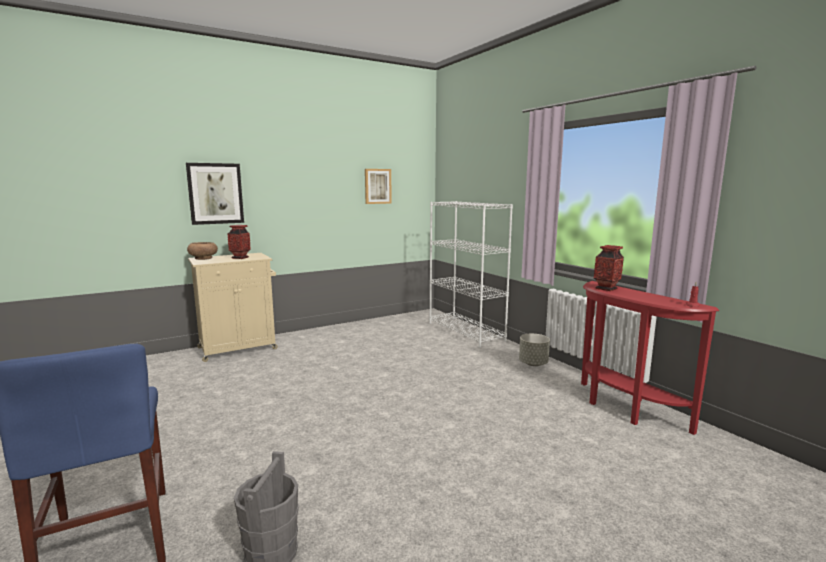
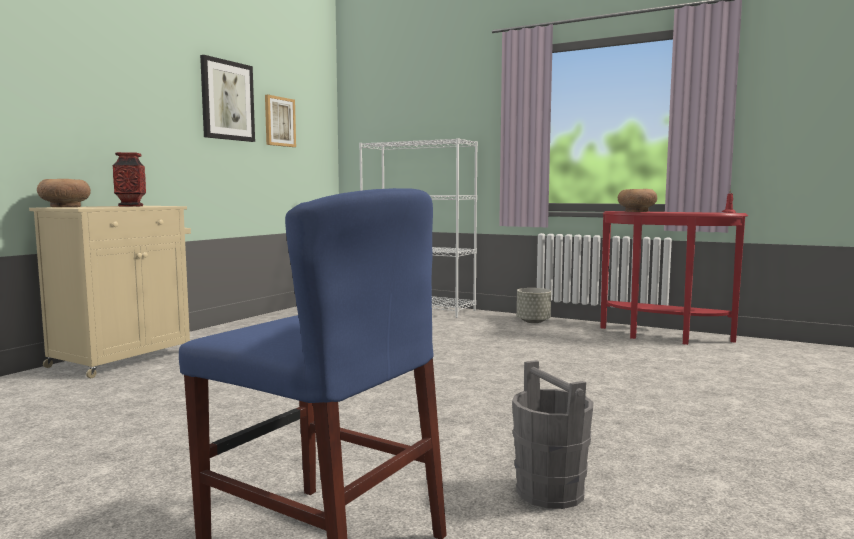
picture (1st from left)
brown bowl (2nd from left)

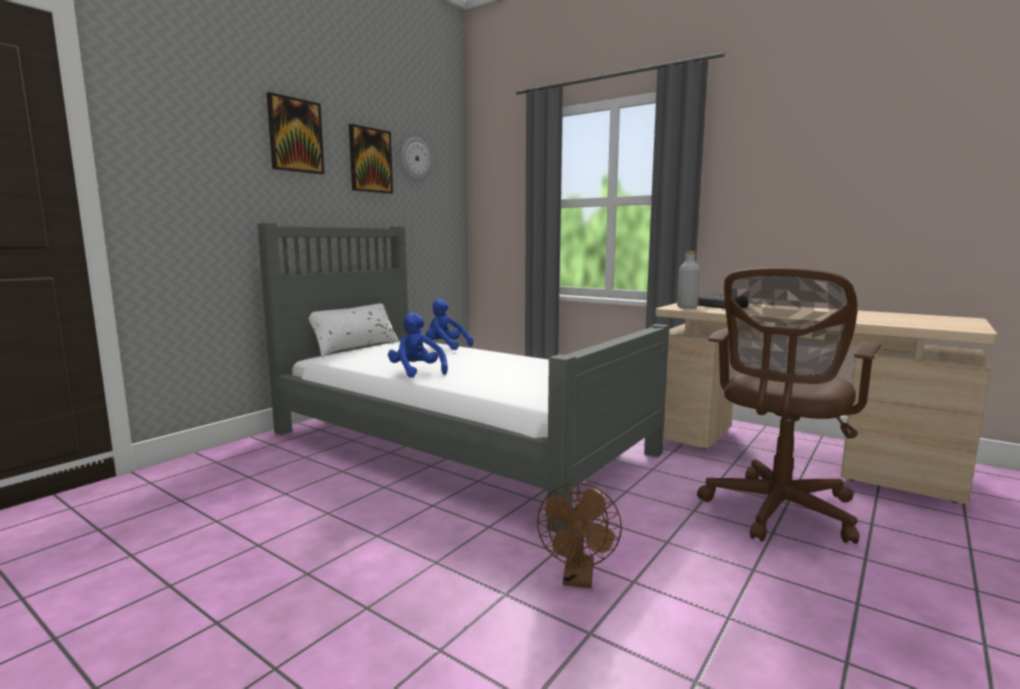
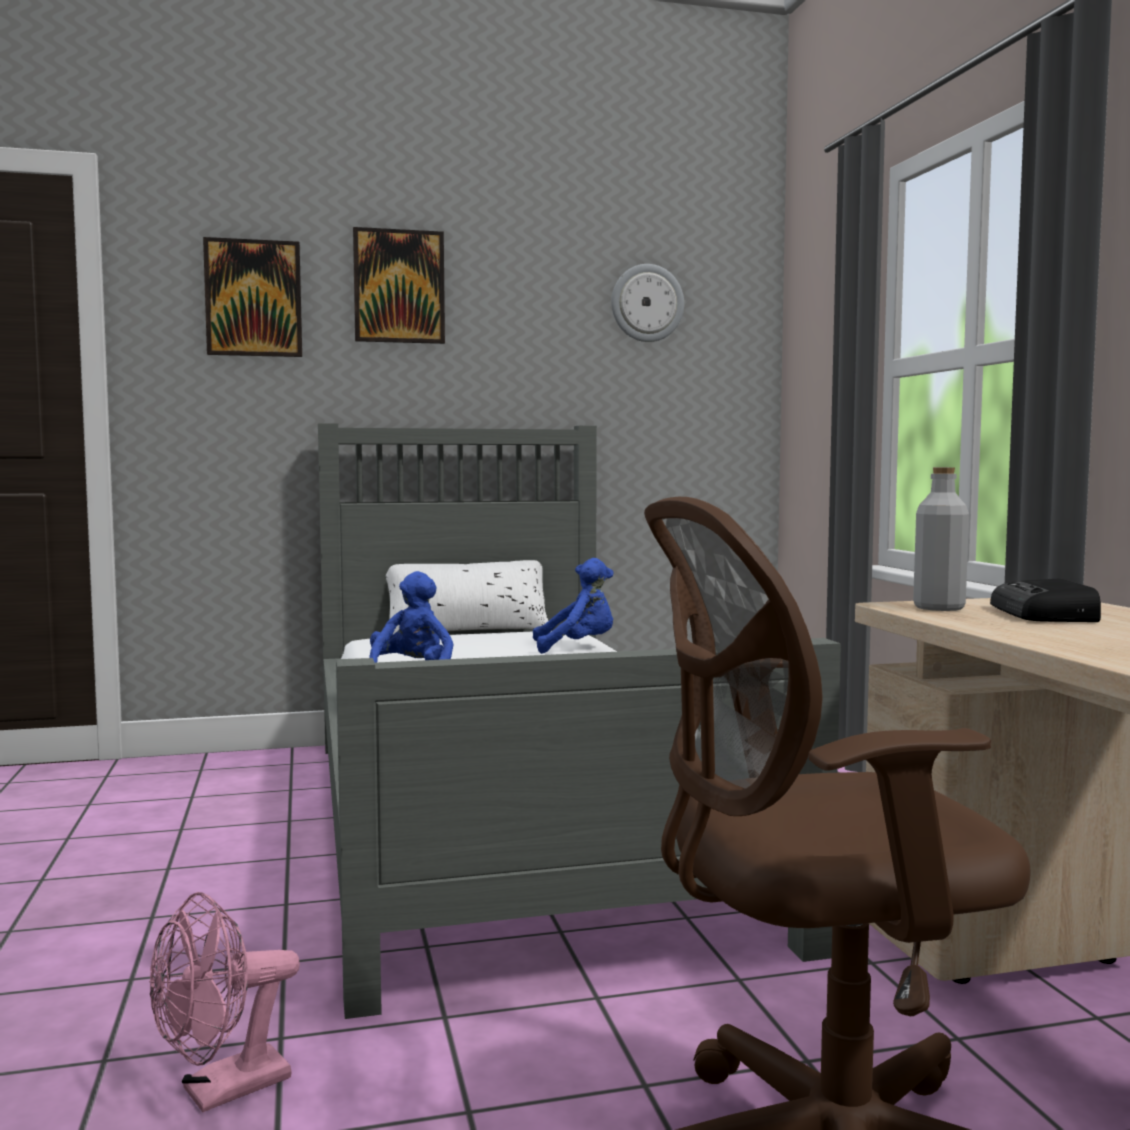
picture (1st from left)
blue cuddly toy (2nd from left)
pinkish cooling fan

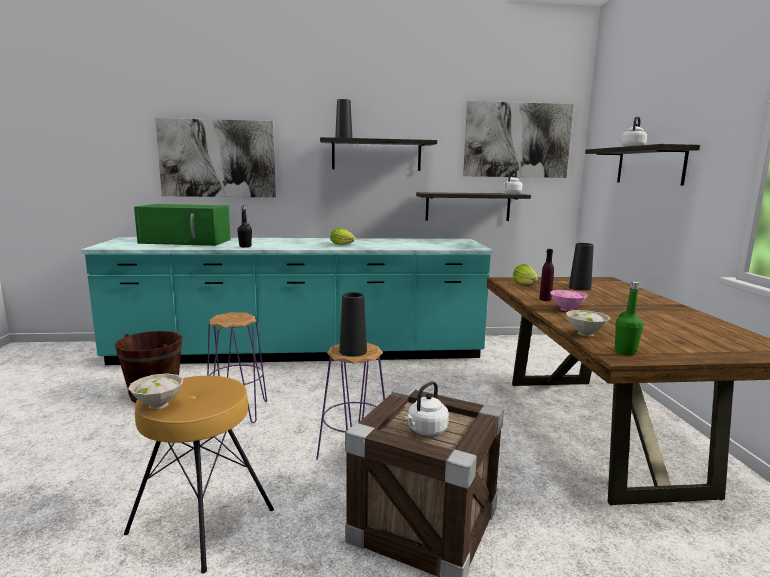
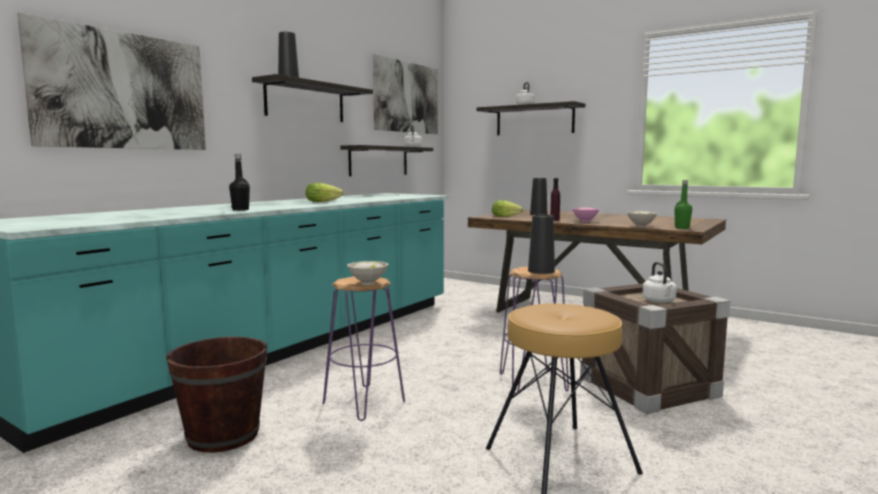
white bowl (1st from left)
green microwave oven

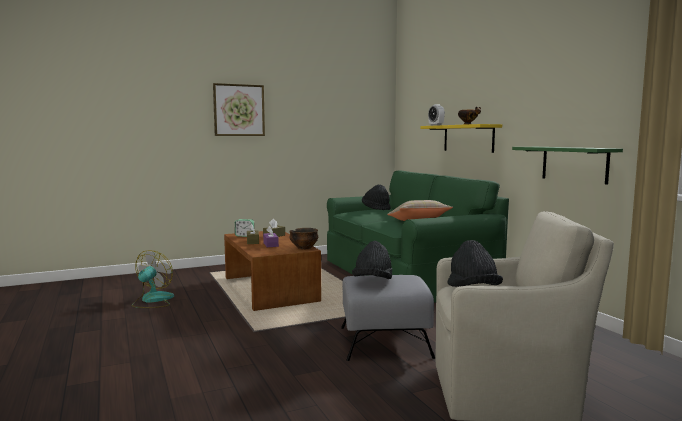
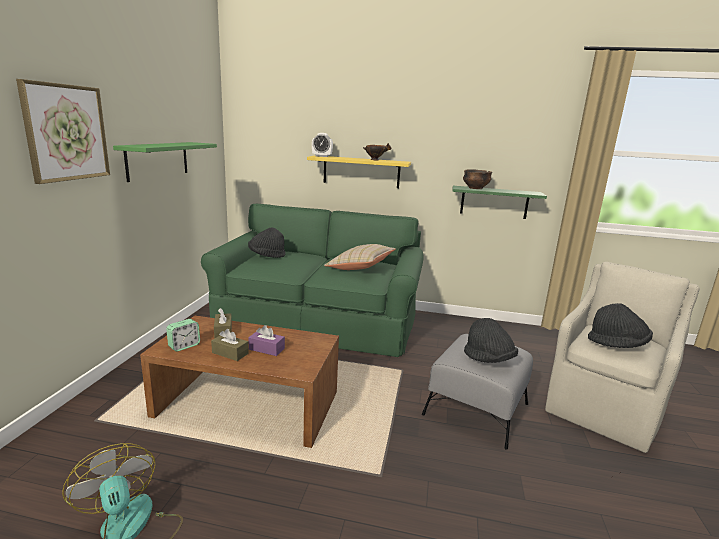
bowl (2nd from left)
green wall shelf (1st from left)

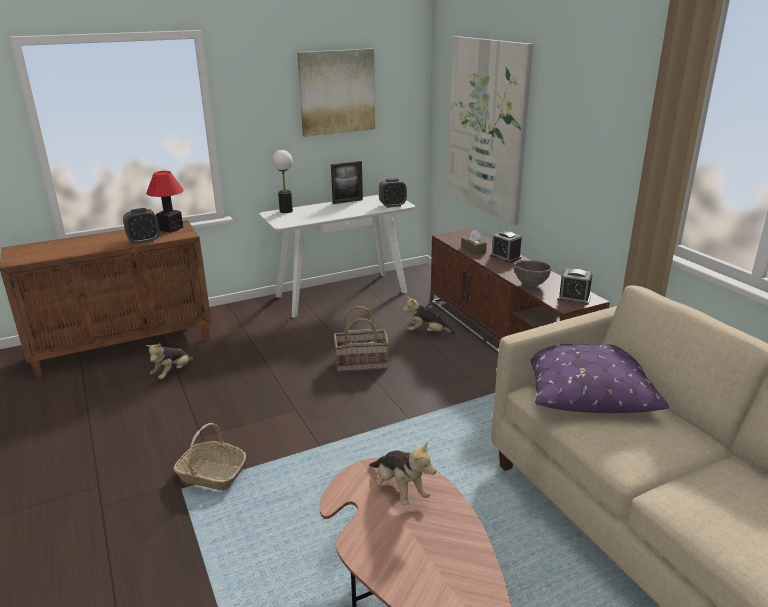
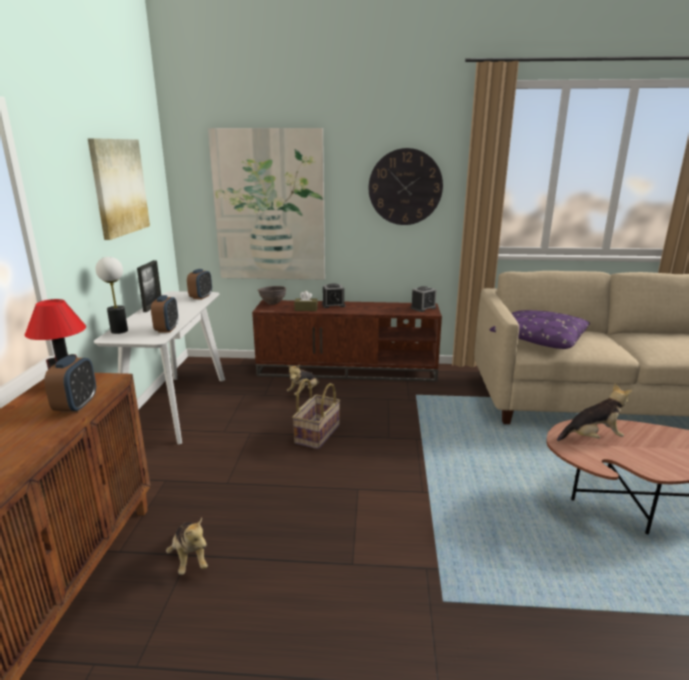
storage basket (1st from left in the first image)
brown bowl
alarm clock (2nd from left)
wall clock

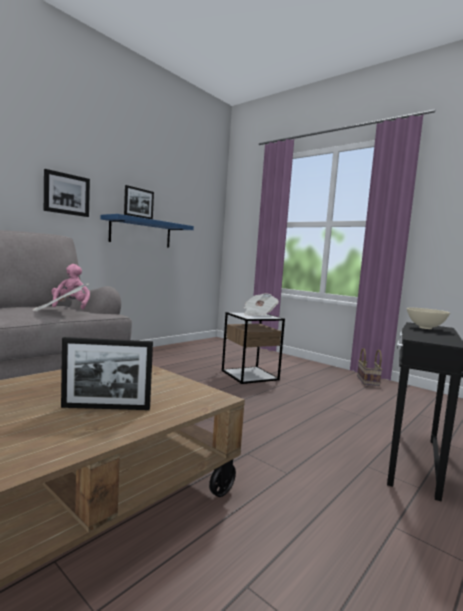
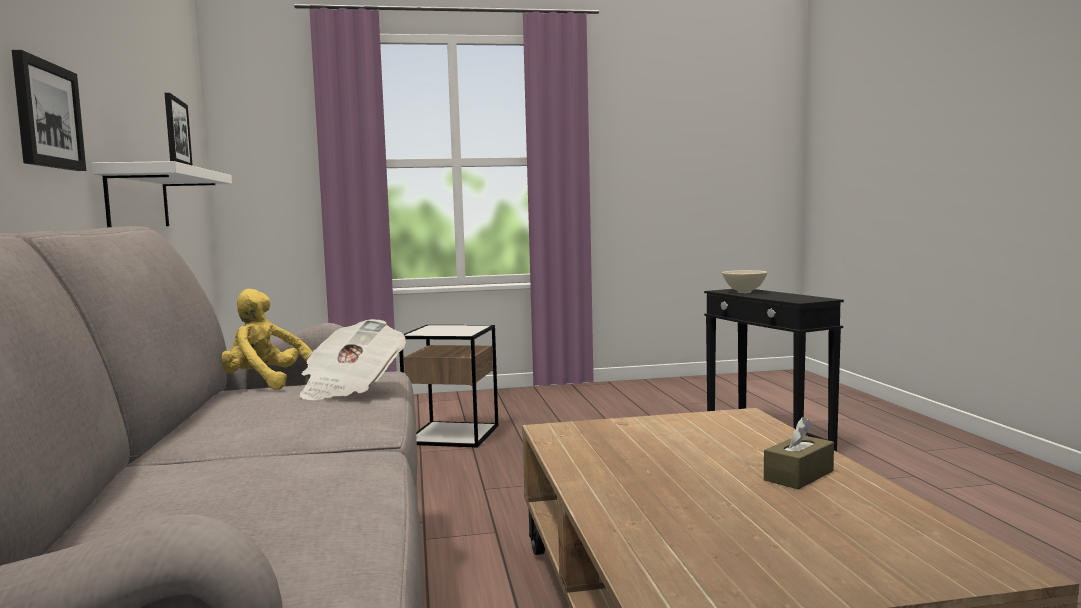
yellow cuddly toy
standing frame (1st from left in the first image)
white wall shelf
printed paper (2nd from left in the first image)
storage basket
brown tissue holder

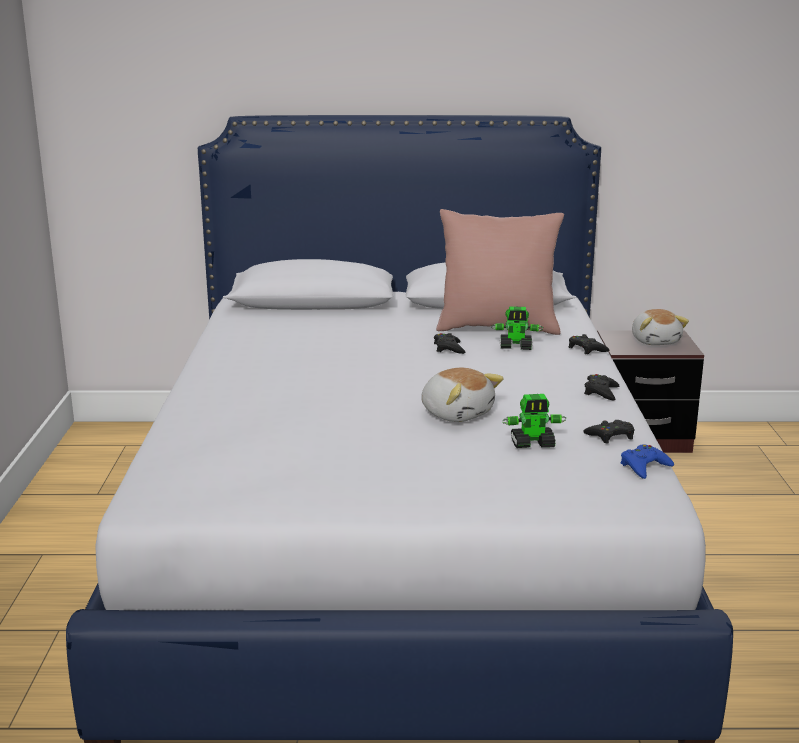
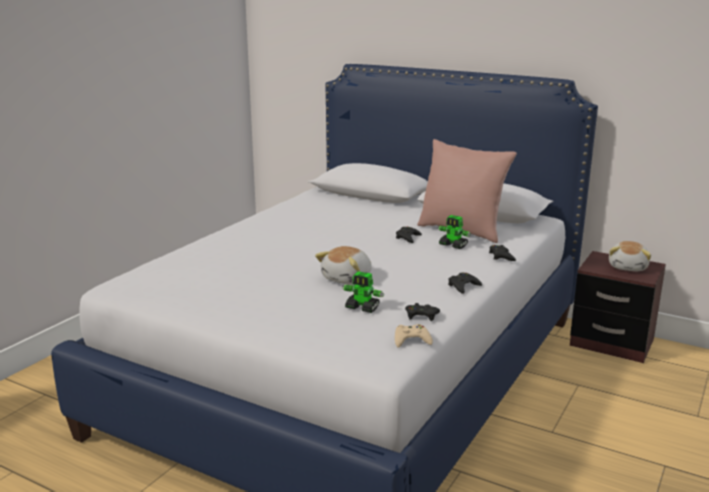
cuddly toy (1st from left)
sand-coloured game controller

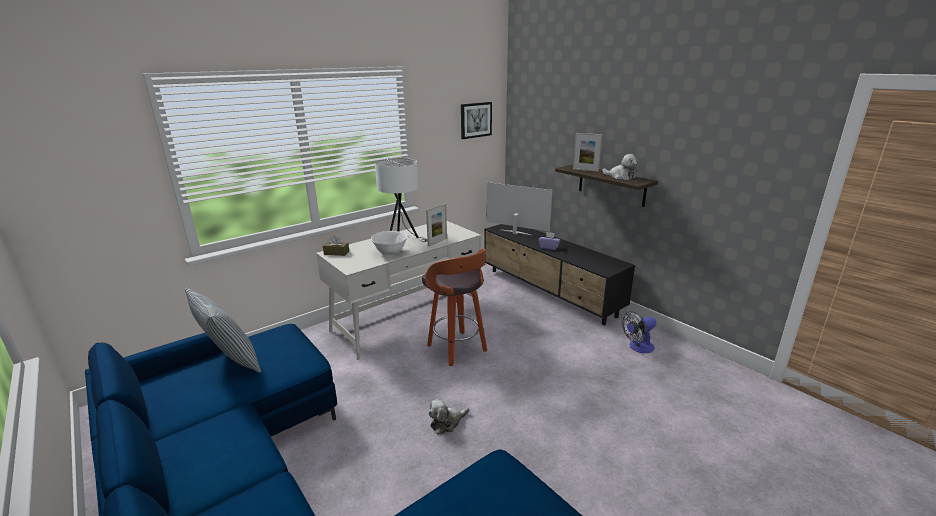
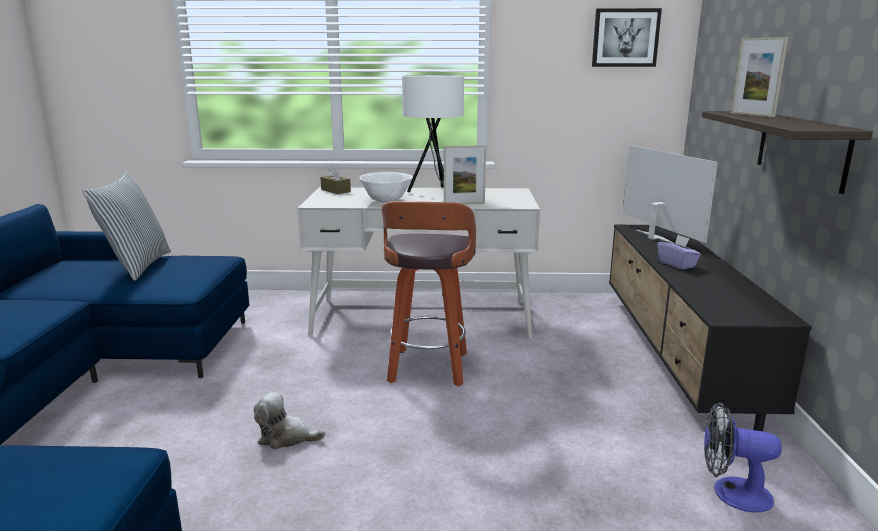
cuddly toy (2nd from left in the first image)

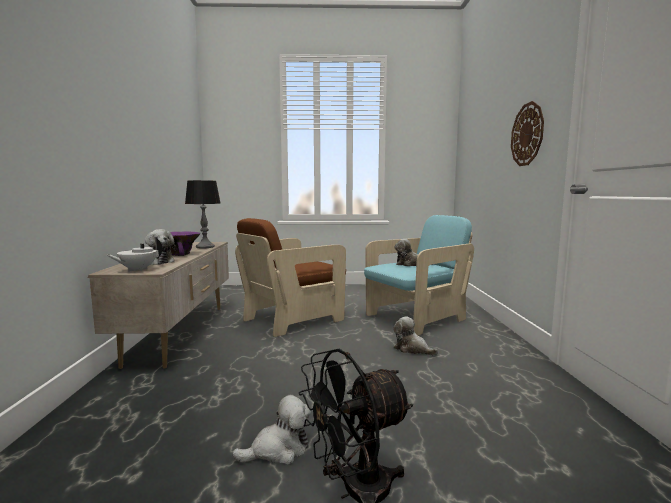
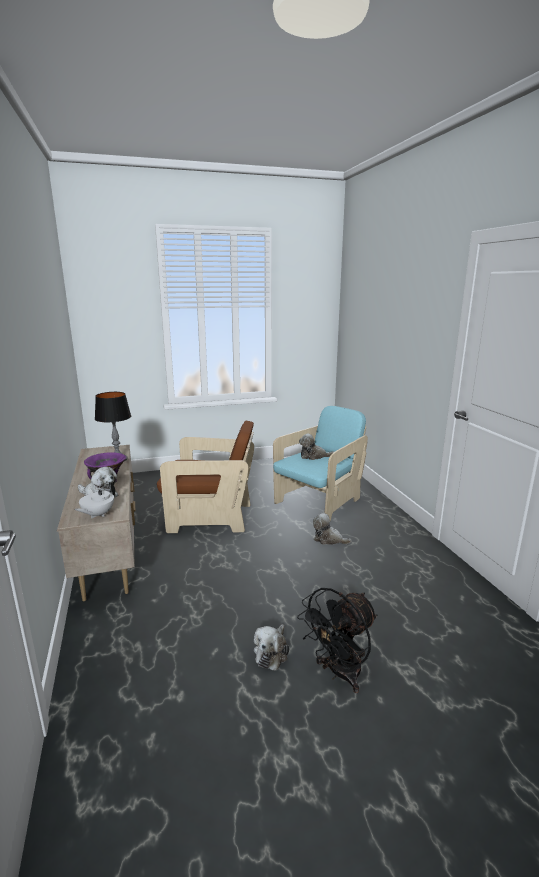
cuddly toy (2nd from left)
brown lounge chair
wall clock

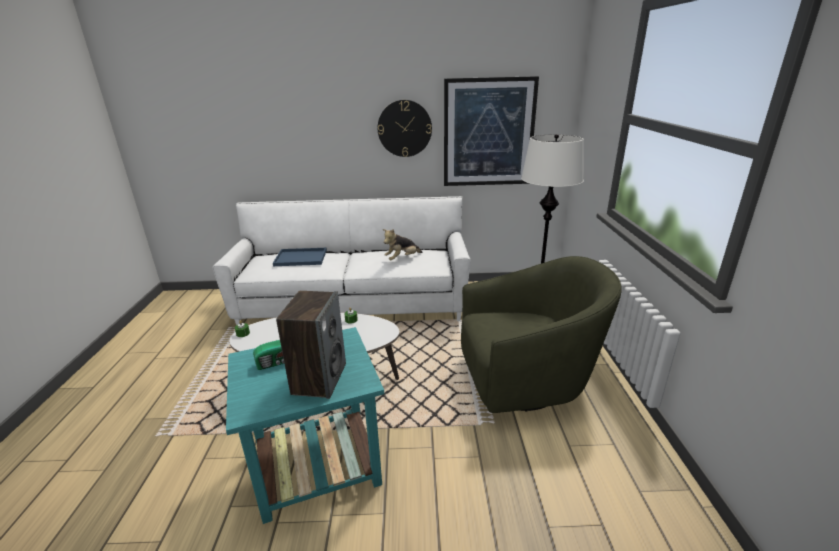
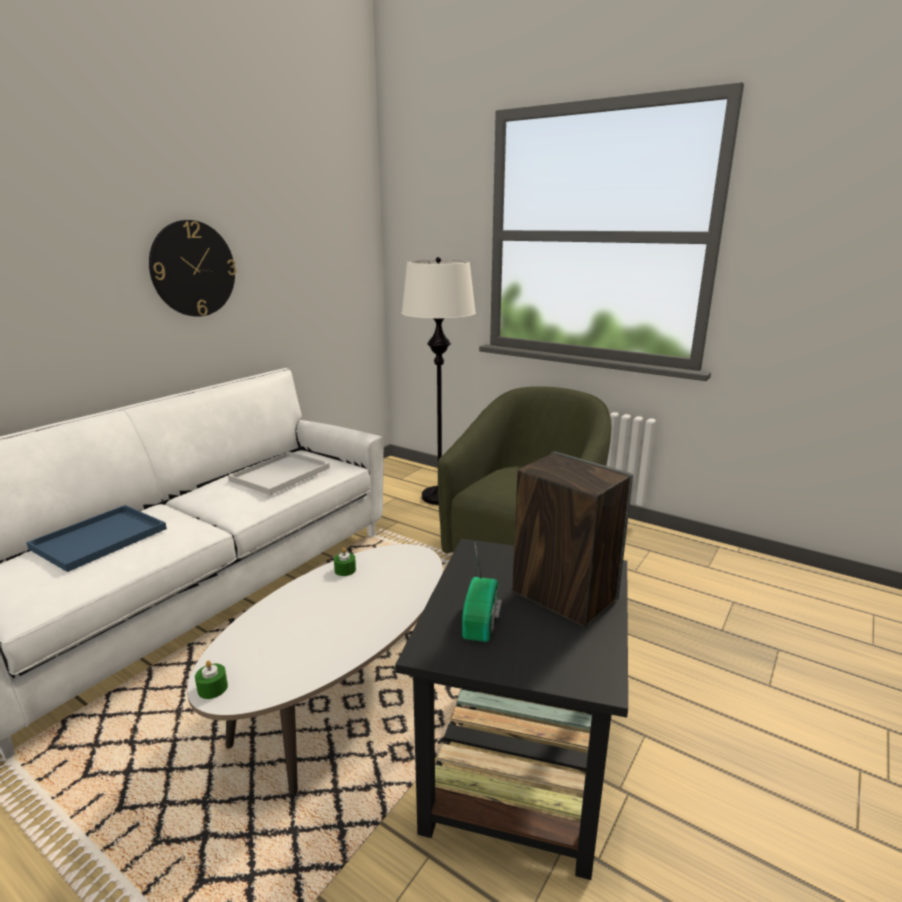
black-coloured accent table
white tray
picture

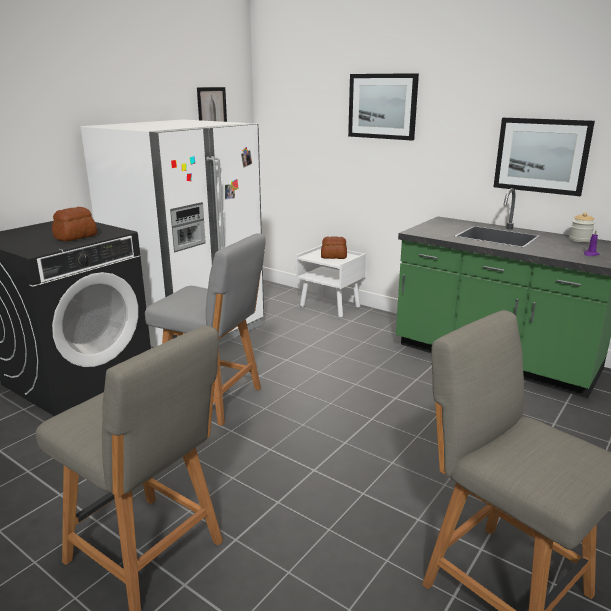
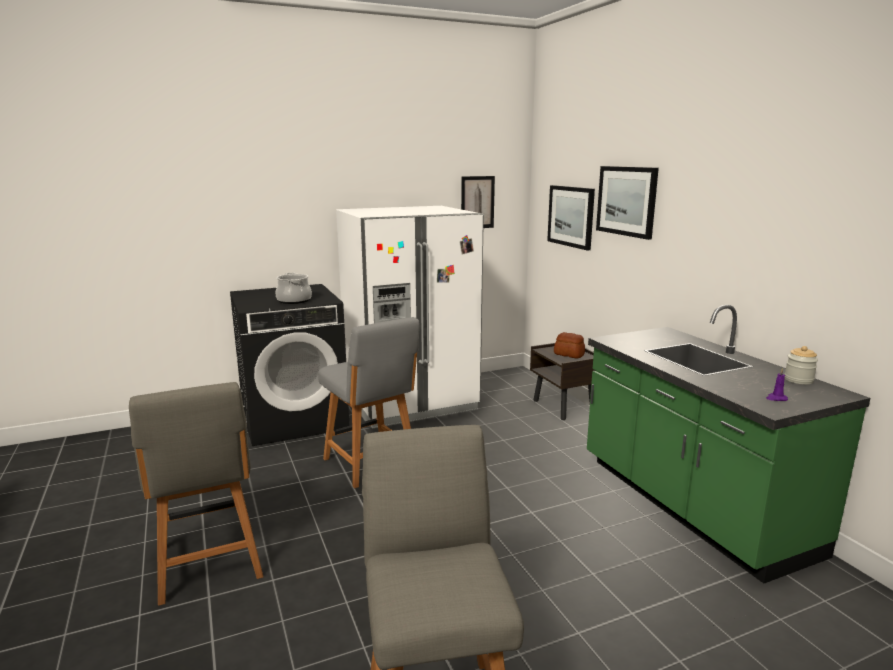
cooking pot
brown bedside table
picture (2nd from left)

